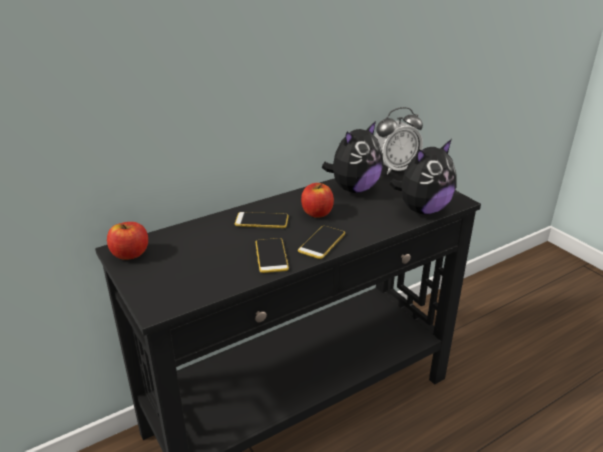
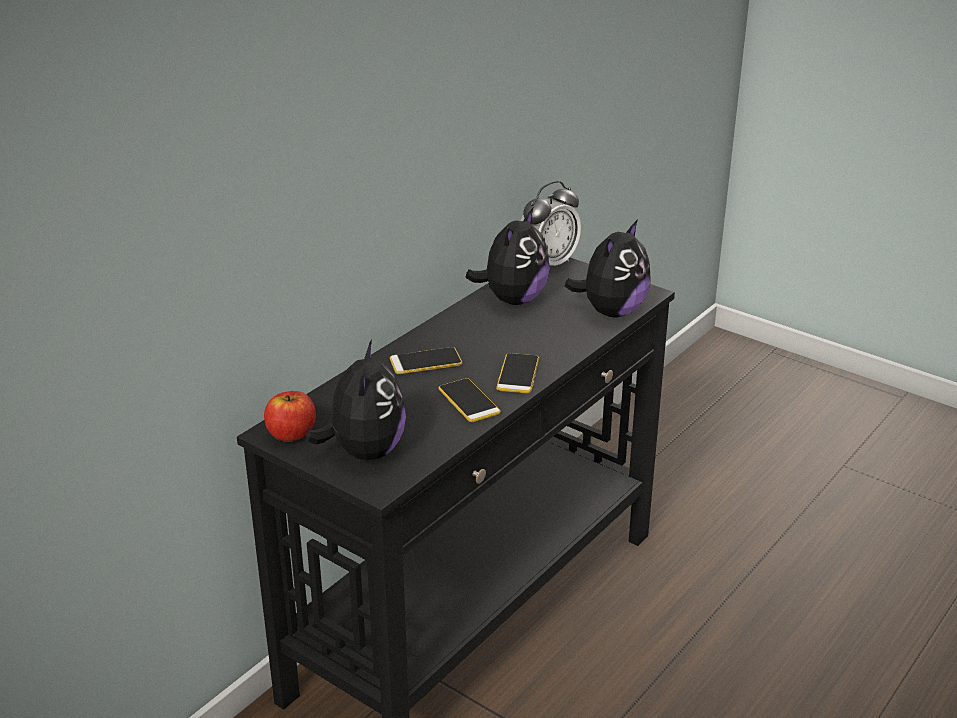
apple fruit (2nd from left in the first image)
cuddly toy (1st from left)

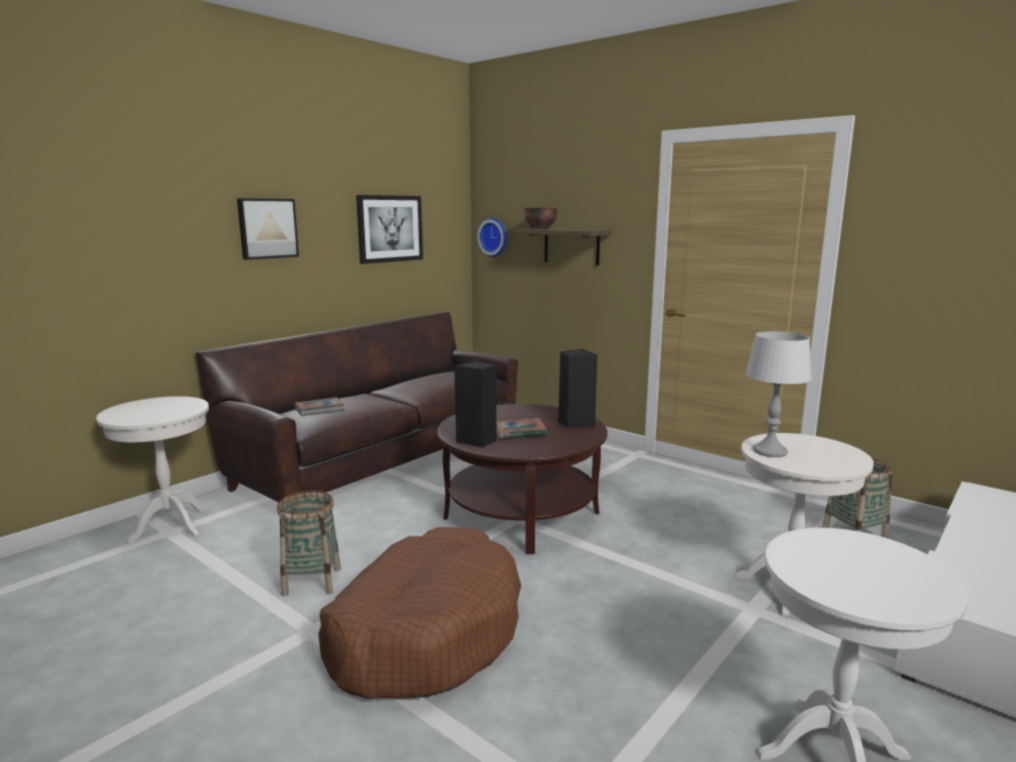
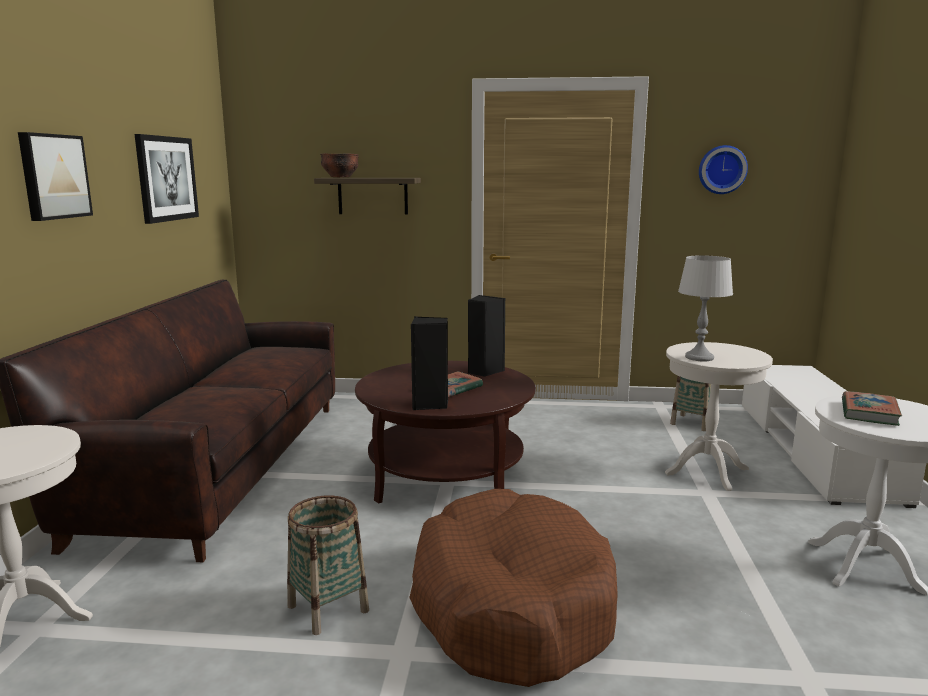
bound book (2nd from left)
wall clock

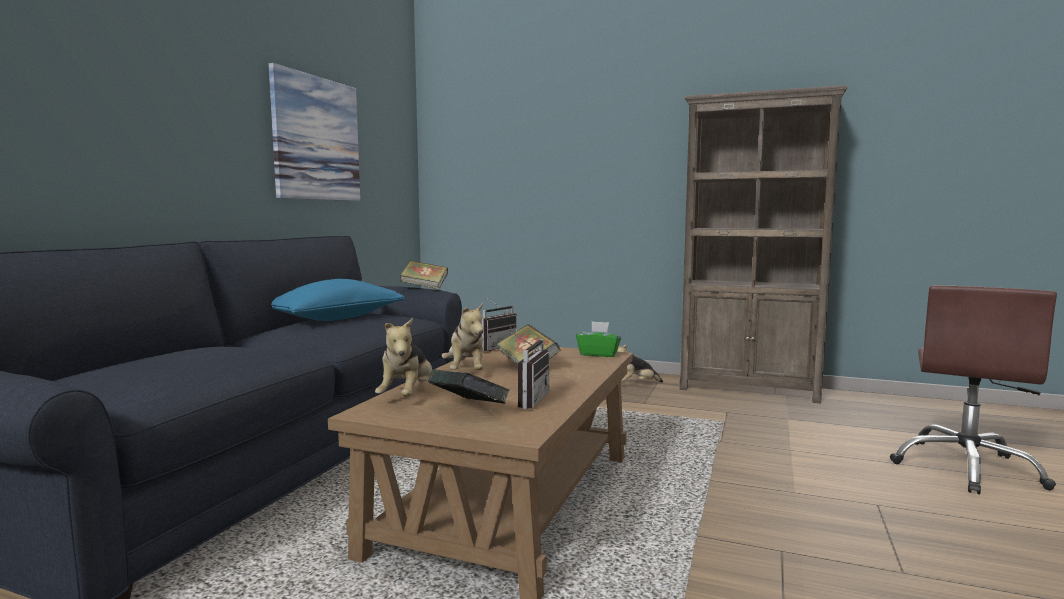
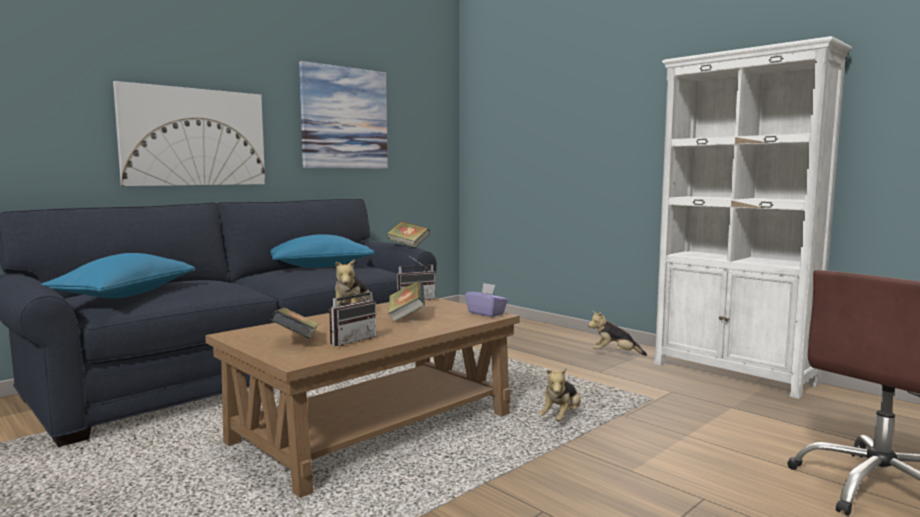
cuddly toy (2nd from left)
purple-coloured tissue holder
white bookcase
blue cushion (1st from left)
picture (1st from left)

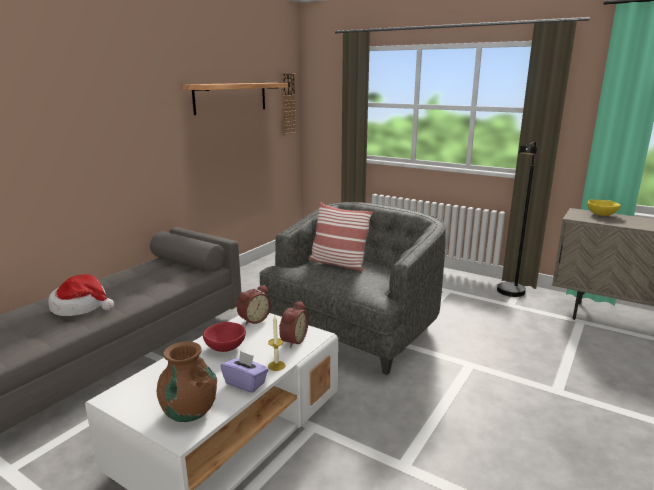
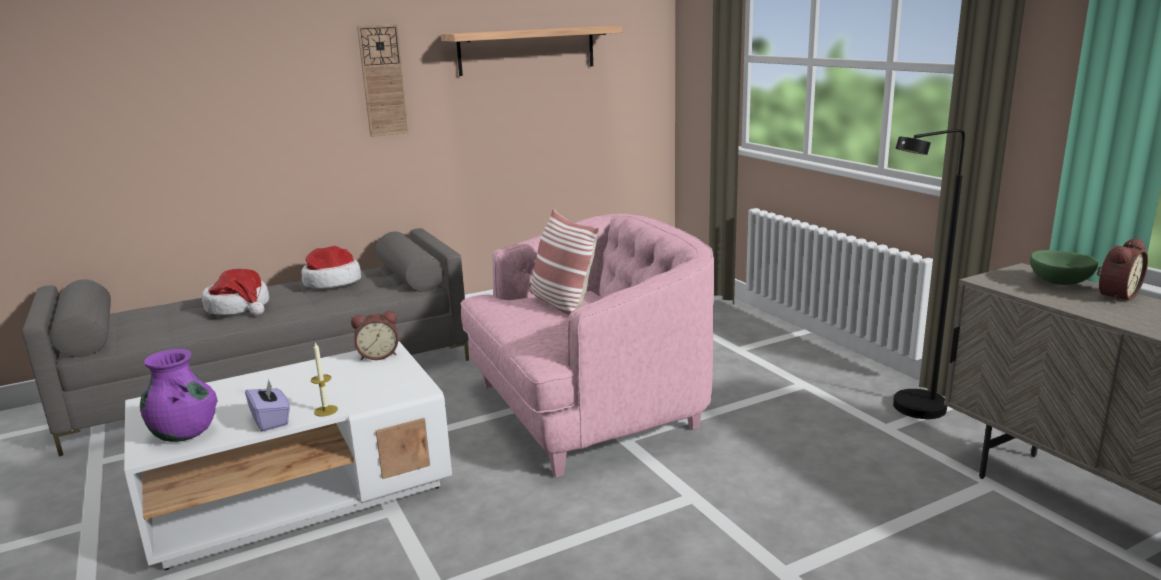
purple-coloured decorative vase
red-coloured bowl
pinkish lounge chair
alarm clock (2nd from left)
wall clock
green bowl
wearable hat (2nd from left)

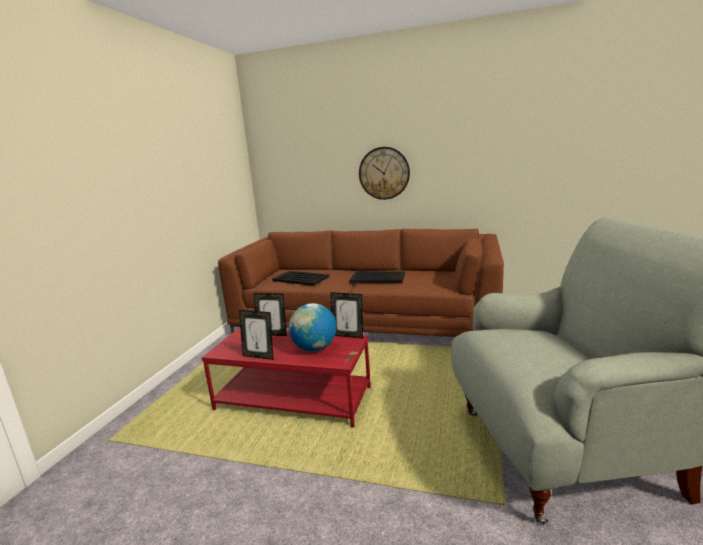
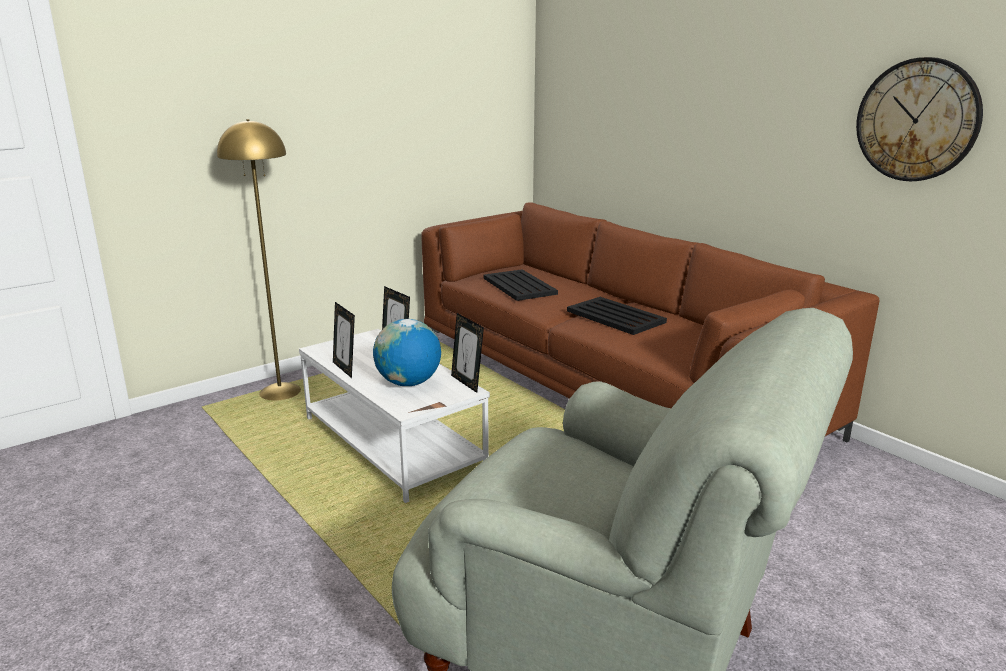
white lounge table
wall clock
yellow standard lamp

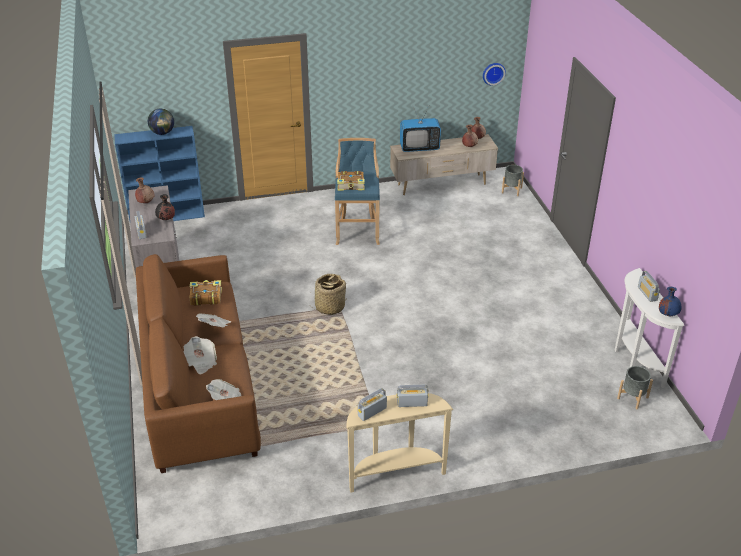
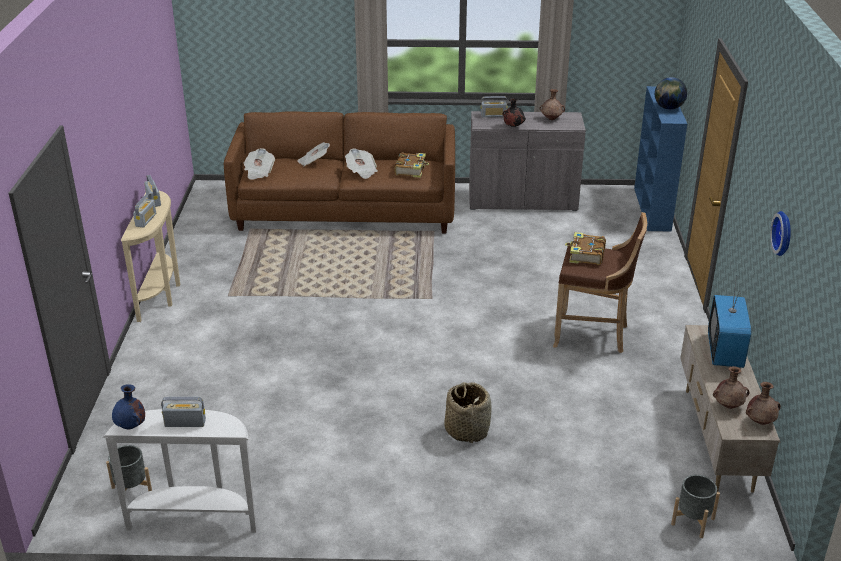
storage basket
brown stool seat
wall clock

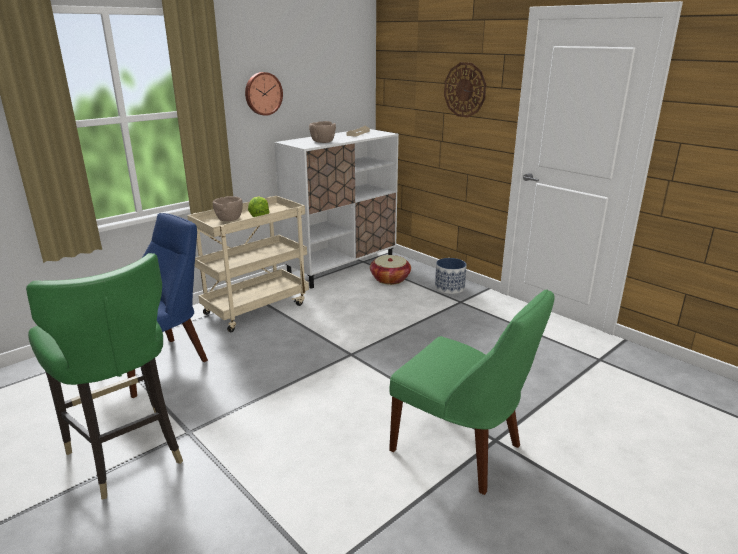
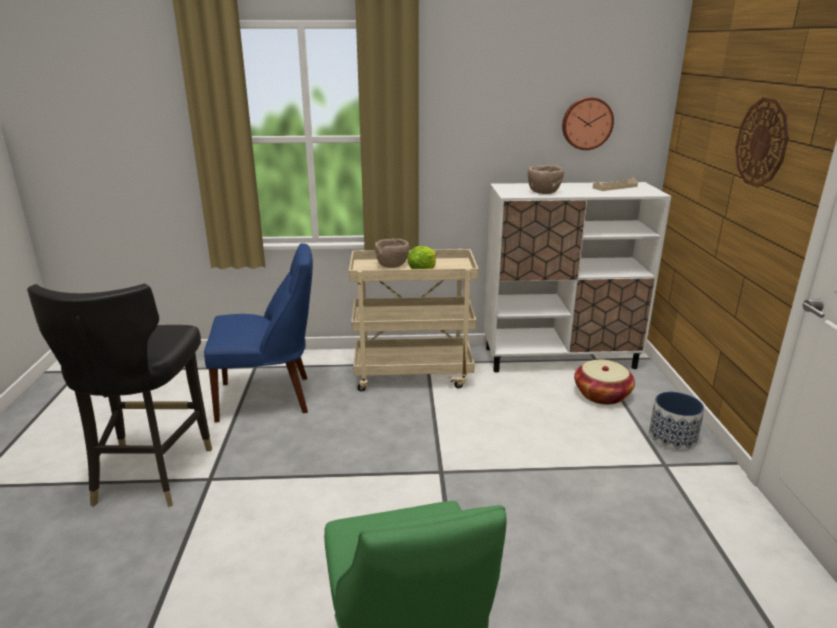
black-coloured upright chair
wall clock (1st from left)

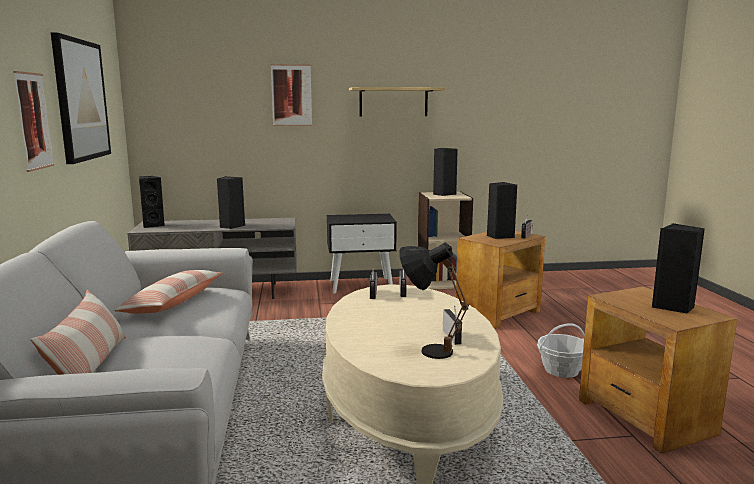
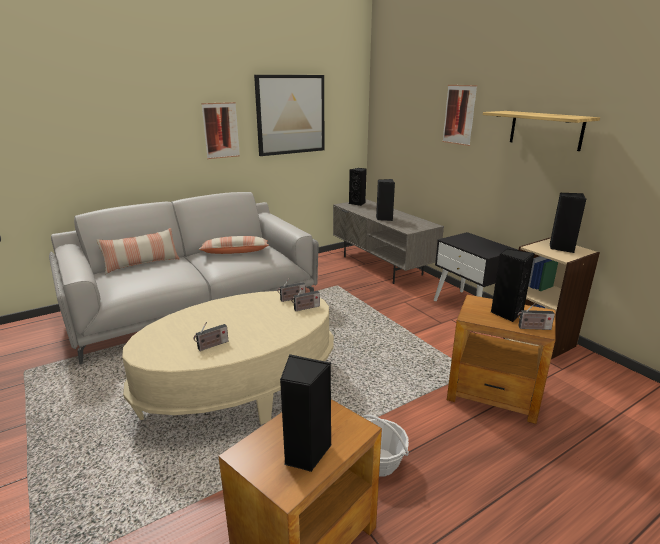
black-coloured lamp for a table

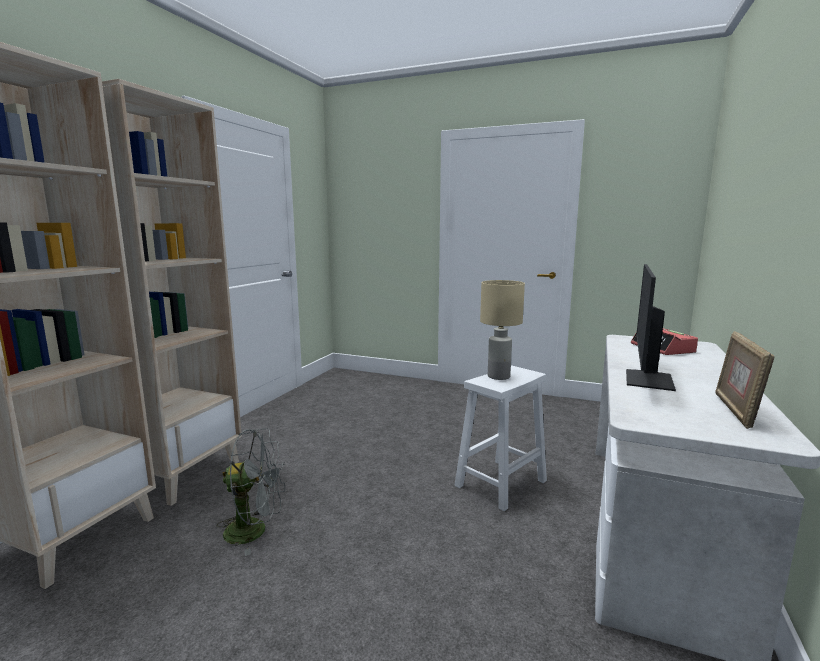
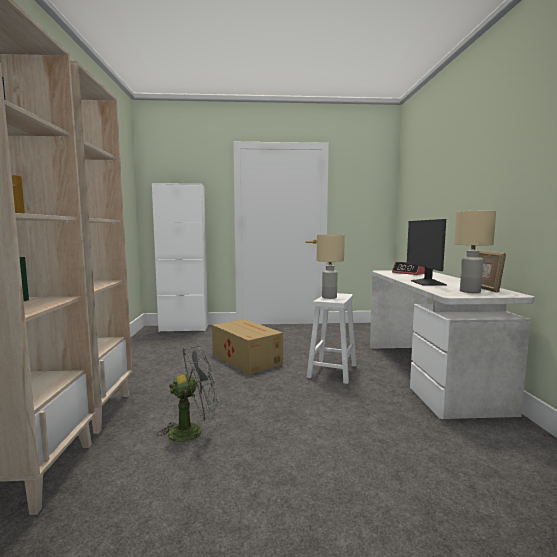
white cupboard
cardboard box
sand-coloured lamp for a table (2nd from left)

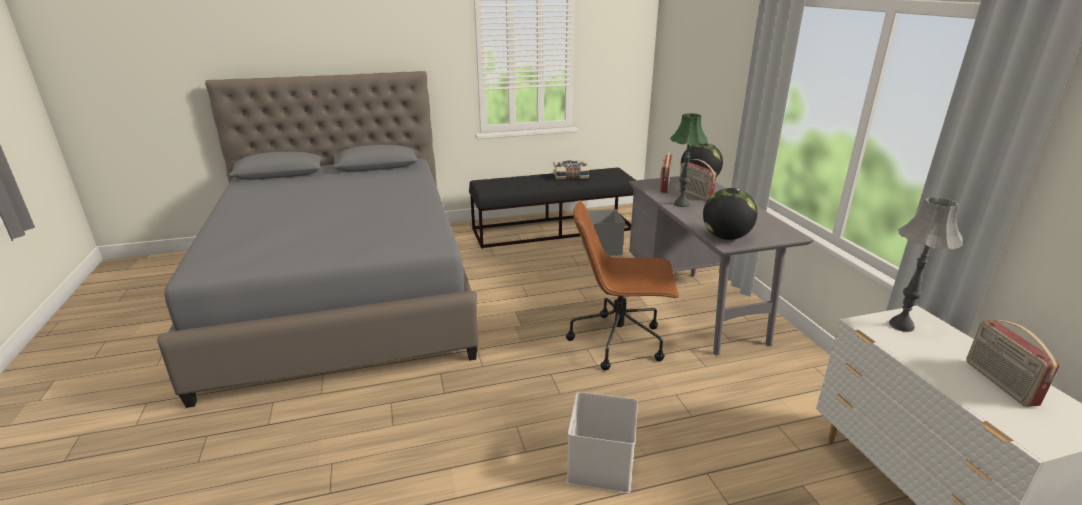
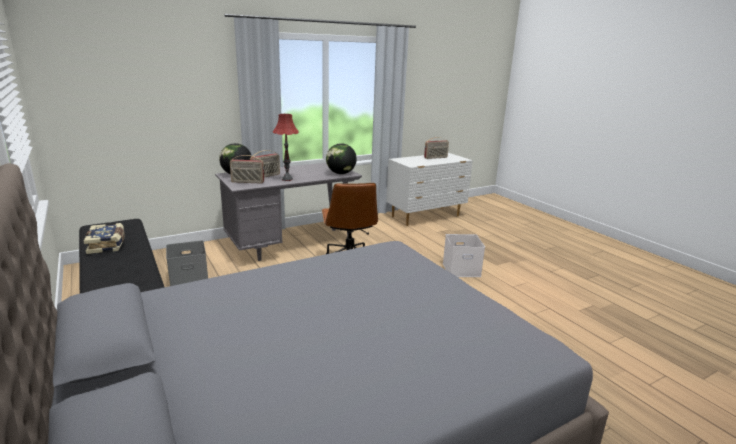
red-coloured lamp for a table
greyish lamp for a table

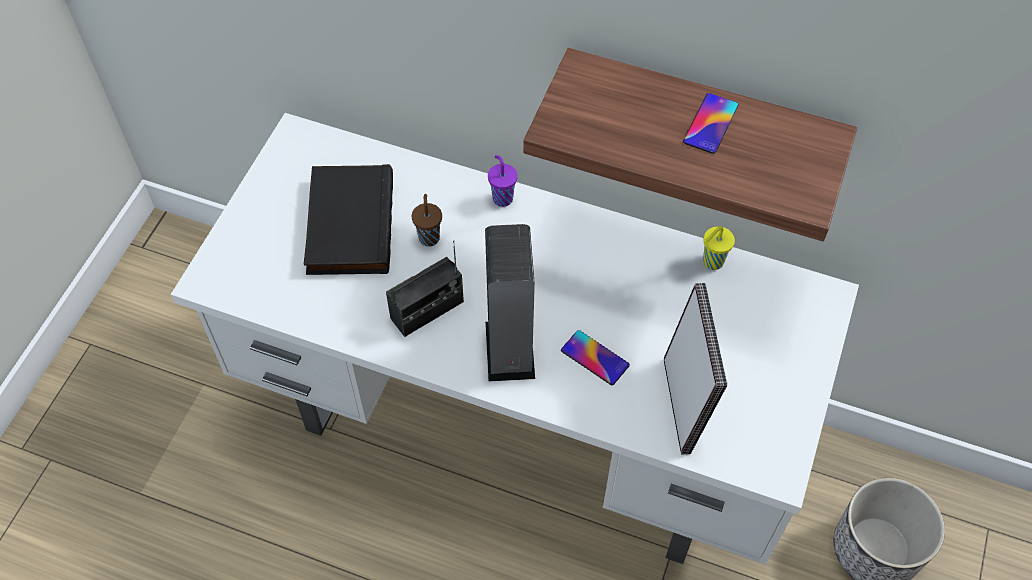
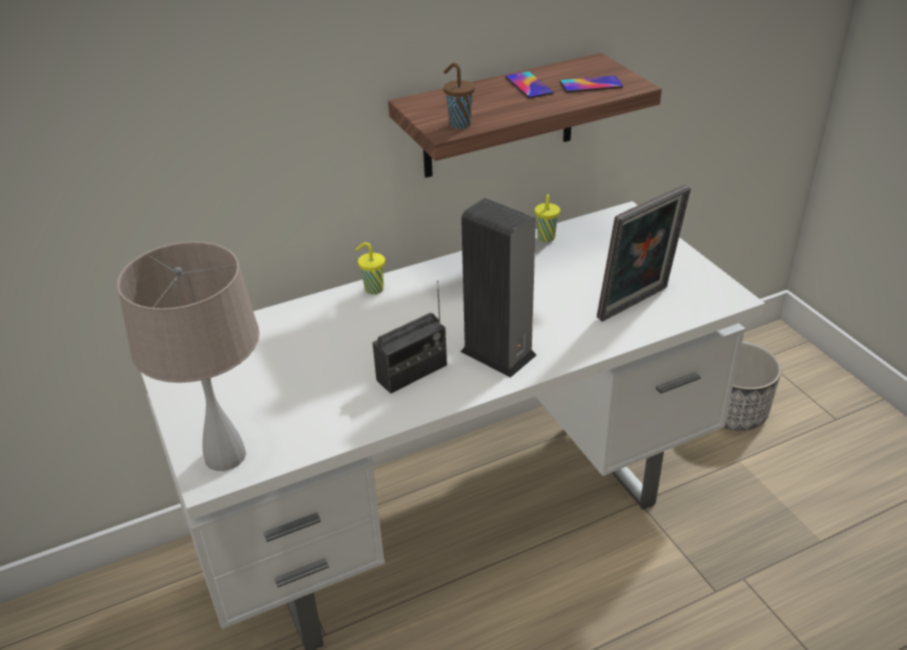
black-coloured bound book
radio
brown small cup
yellow small cup (1st from left)
phone (2nd from left)
standing frame
sand-coloured lamp for a table

